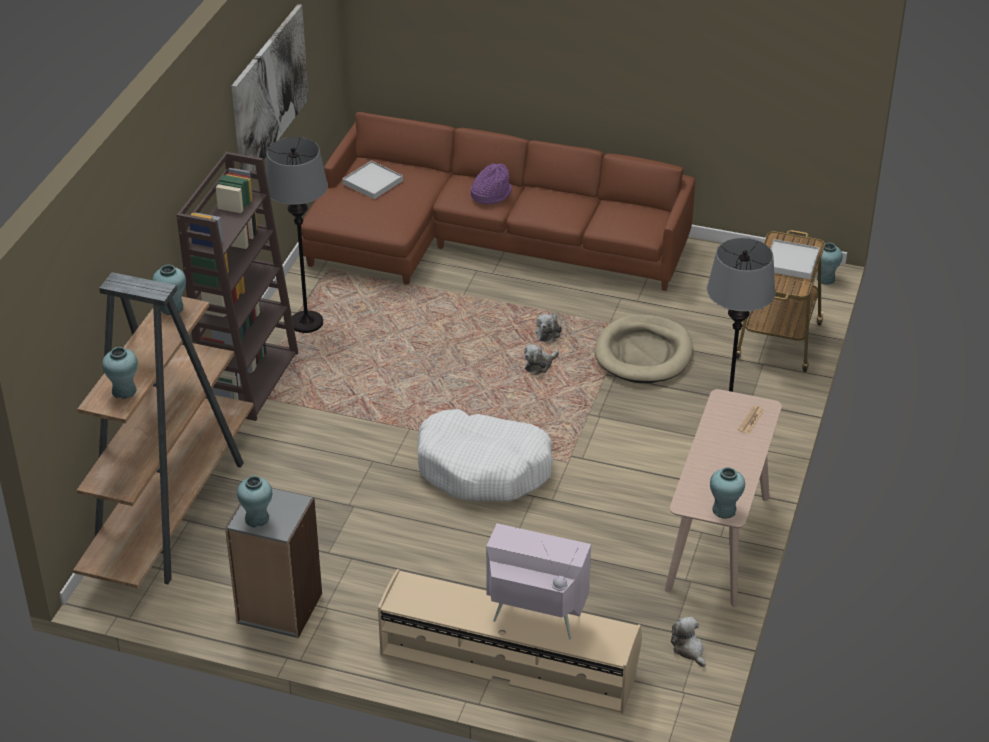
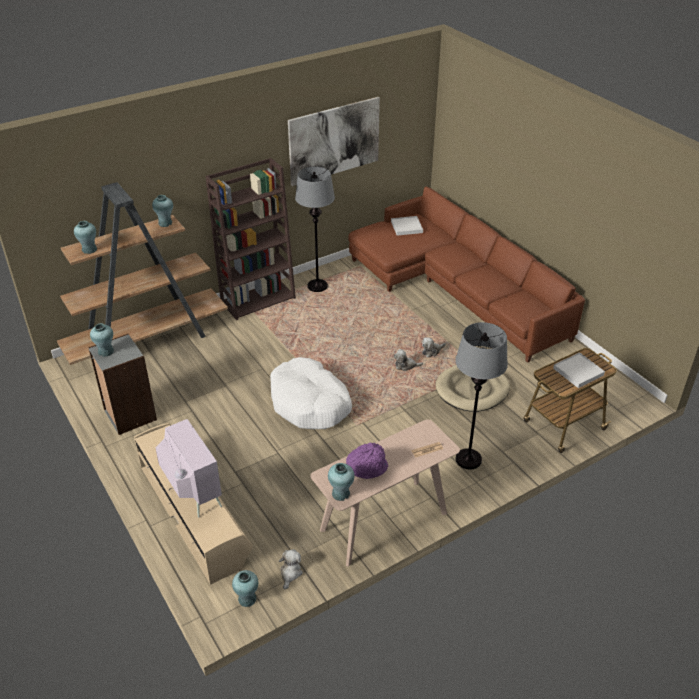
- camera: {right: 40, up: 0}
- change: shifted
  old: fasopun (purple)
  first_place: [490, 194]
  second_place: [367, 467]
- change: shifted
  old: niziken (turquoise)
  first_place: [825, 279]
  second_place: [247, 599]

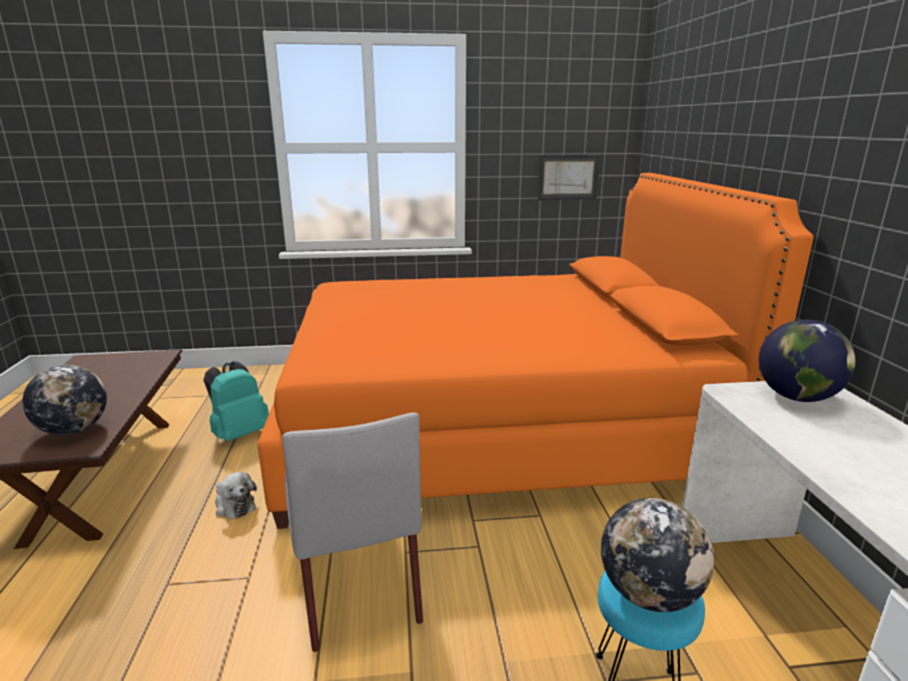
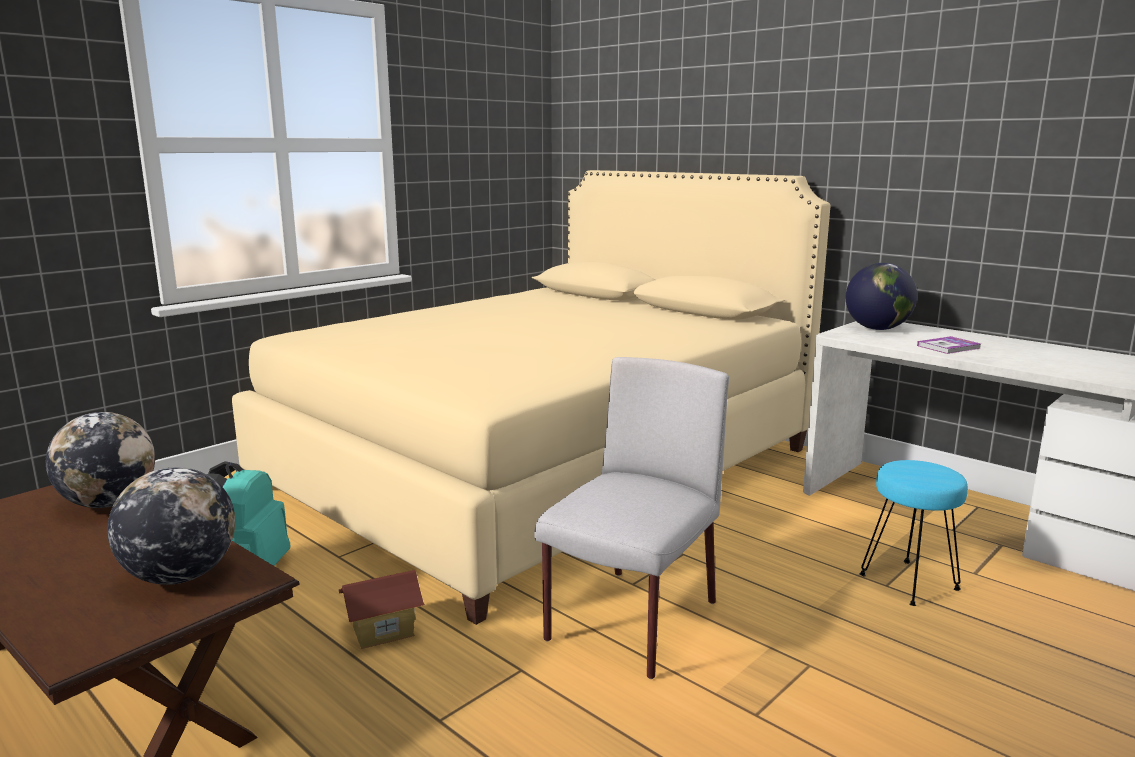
- camera: {right: -40, up: -5}
- change: swapped
  old: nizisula
  new: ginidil
  first_place: [234, 505]
  second_place: [383, 631]
- change: repainted
  old: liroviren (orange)
  new: liroviren (beige)
  first_place: [492, 425]
  second_place: [543, 468]
- change: rotated
  old: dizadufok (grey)
  first_place: [356, 583]
  second_place: [631, 622]
  degrees: -90
- change: gone
  old: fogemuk
  first_place: [568, 177]
- change: shifted
  old: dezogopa
  first_place: [649, 594]
  second_place: [109, 503]
- change: new
  new: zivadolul
  second_place: [948, 347]

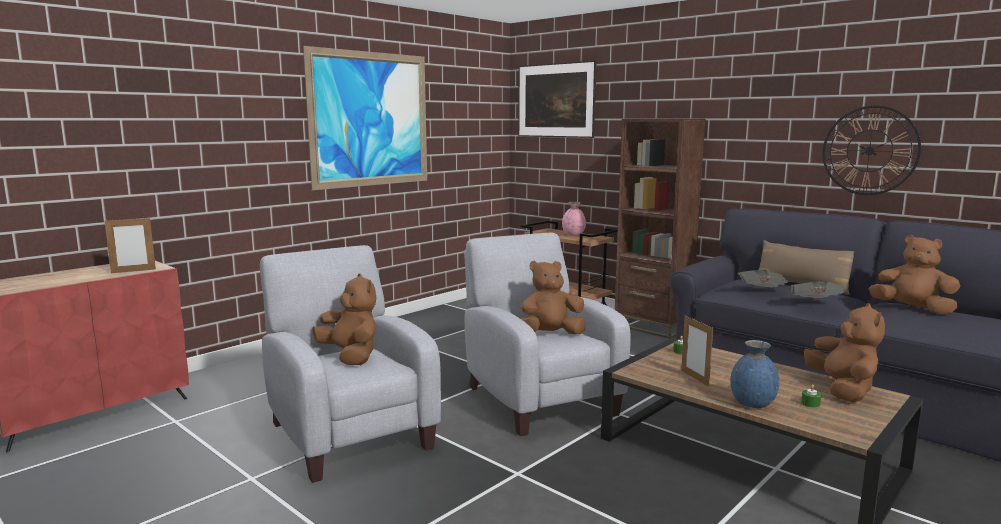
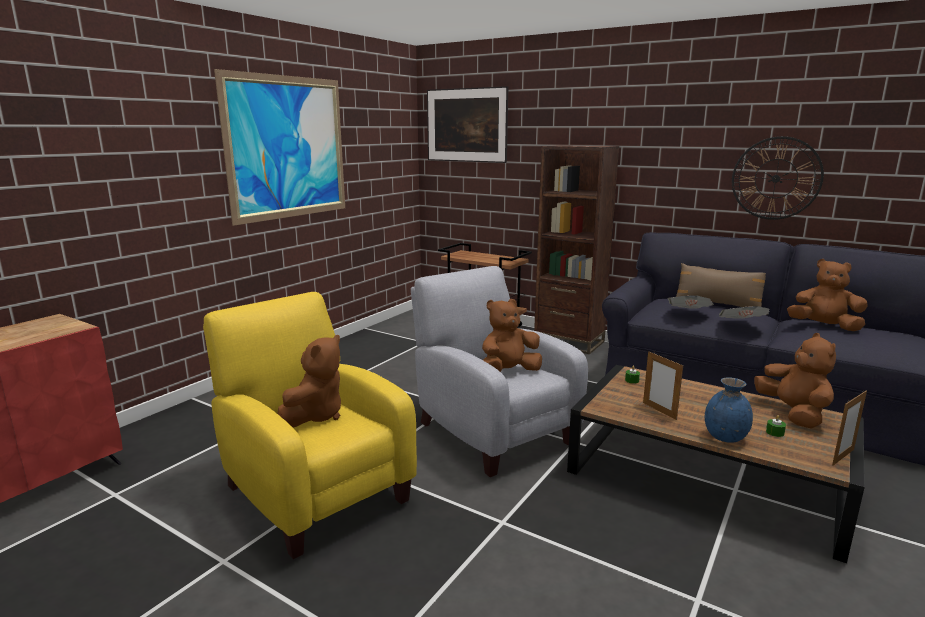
- camera: {right: -10, up: 5}
- change: shifted
  old: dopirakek
  first_place: [133, 271]
  second_place: [843, 457]
- change: repainted
  old: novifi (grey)
  new: novifi (yellow)
  first_place: [348, 432]
  second_place: [313, 490]
- change: rotated
  old: nizisula (brown)
  first_place: [350, 356]
  second_place: [315, 415]
  degrees: 75
- change: gone
  old: niziken (pink)
  first_place: [573, 235]

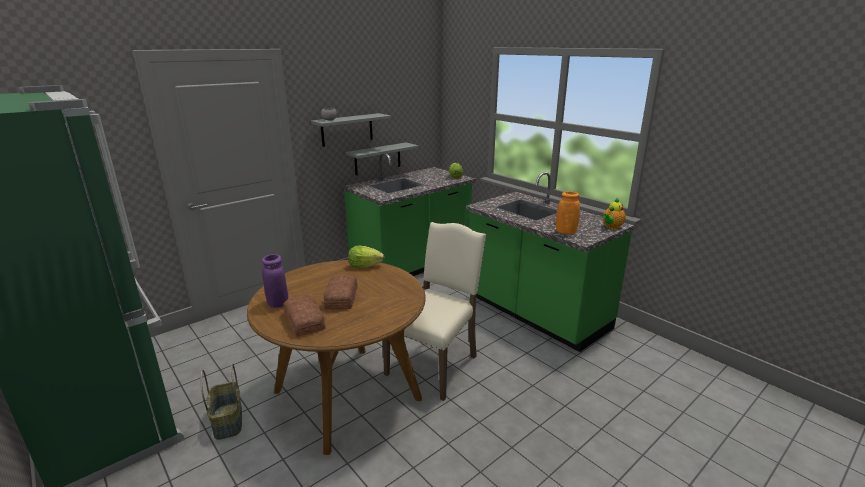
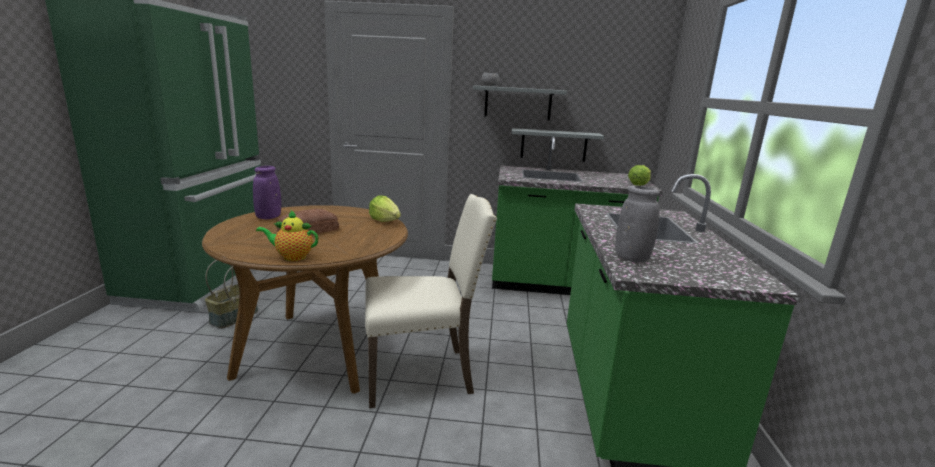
- camera: {right: 45, up: -5}
- change: gone
  old: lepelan
  first_place: [305, 320]
- change: repainted
  old: niziken (orange)
  new: niziken (grey)
  first_place: [565, 232]
  second_place: [631, 258]
- change: shifted
  old: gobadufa
  first_place: [611, 227]
  second_place: [292, 257]

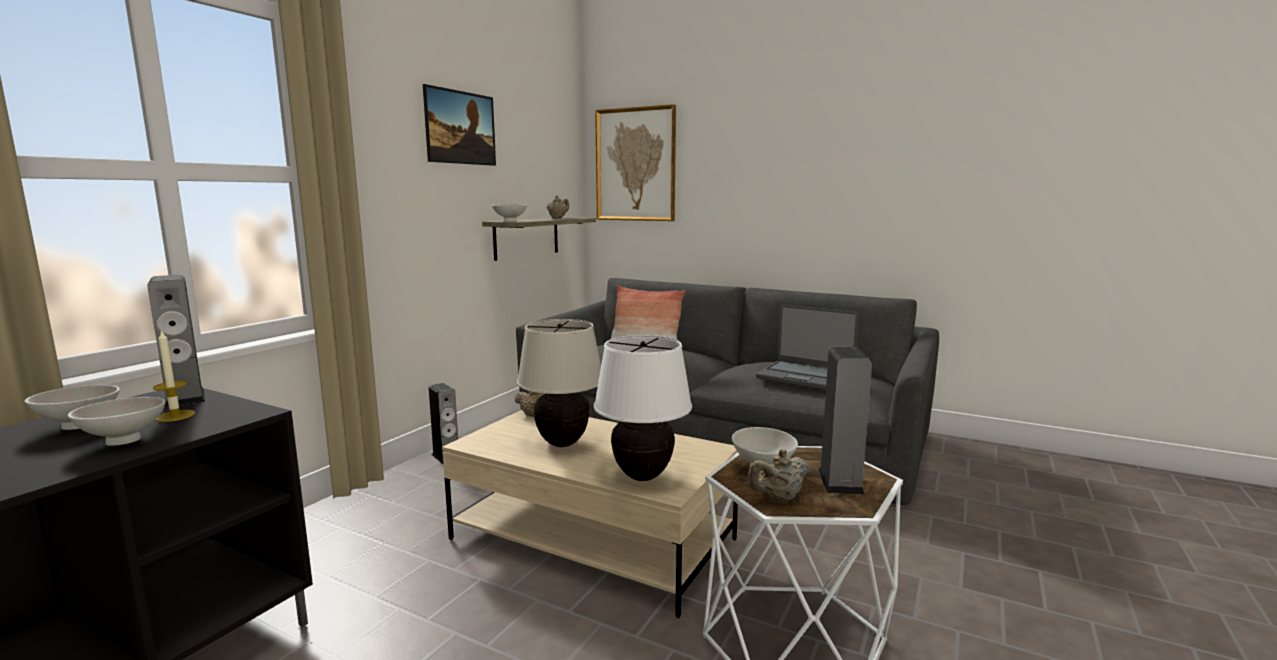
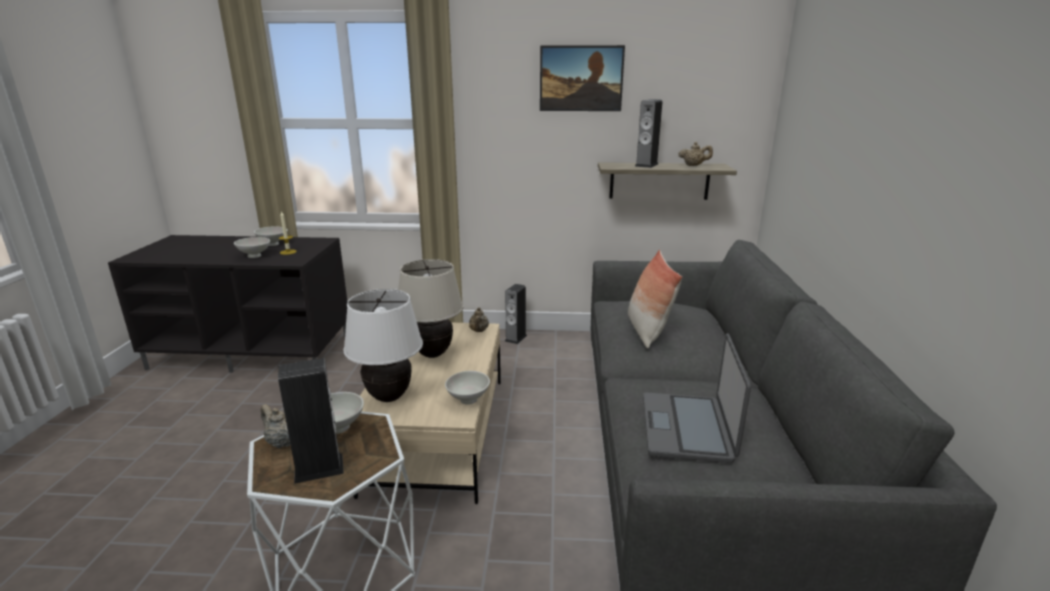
- camera: {right: 65, up: 10}
- change: shifted
  old: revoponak
  first_place: [185, 398]
  second_place: [646, 165]
- change: shifted
  old: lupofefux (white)
  first_place: [511, 221]
  second_place: [468, 400]
- change: gone
  old: fogemuk
  first_place: [635, 165]

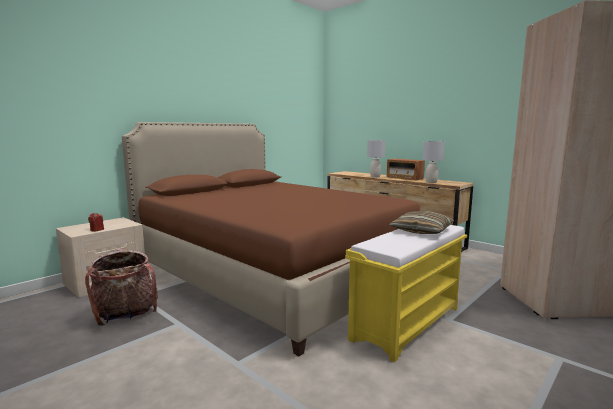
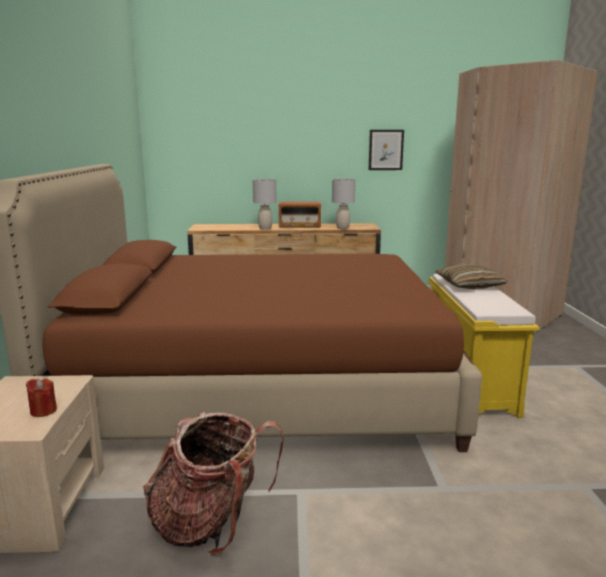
- camera: {right: -45, up: 5}
- change: new
  new: fogemuk
  second_place: [386, 150]

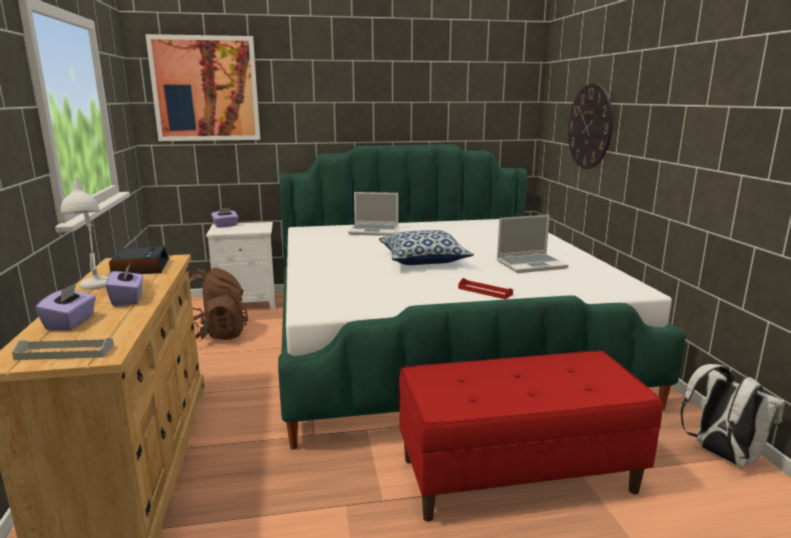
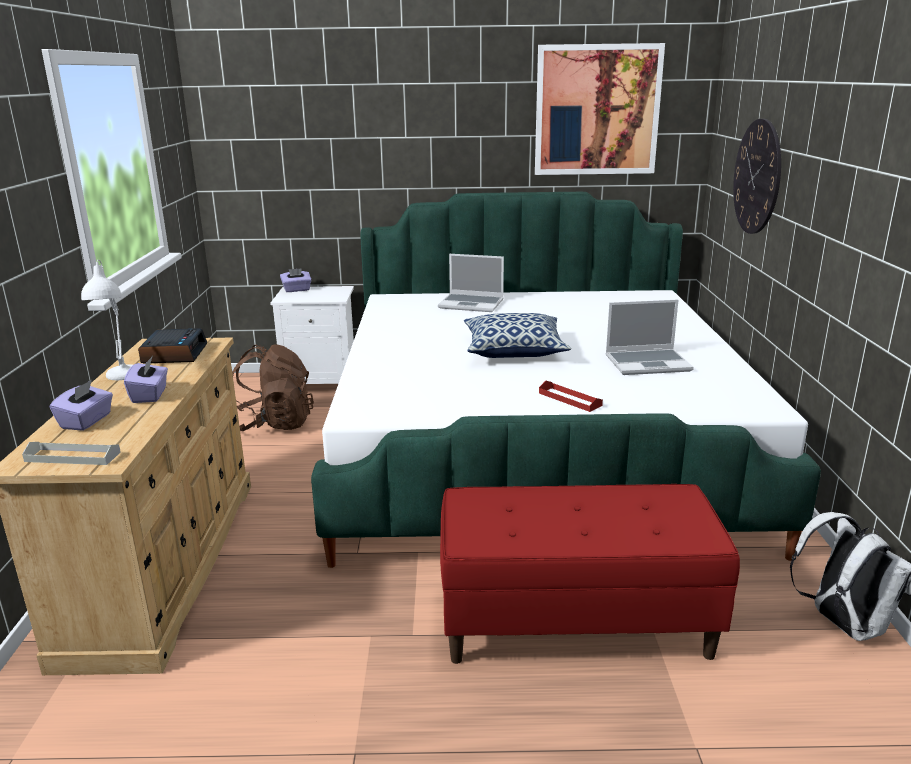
- camera: {right: 10, up: 5}
- change: shifted
  old: fogemuk
  first_place: [205, 89]
  second_place: [597, 110]

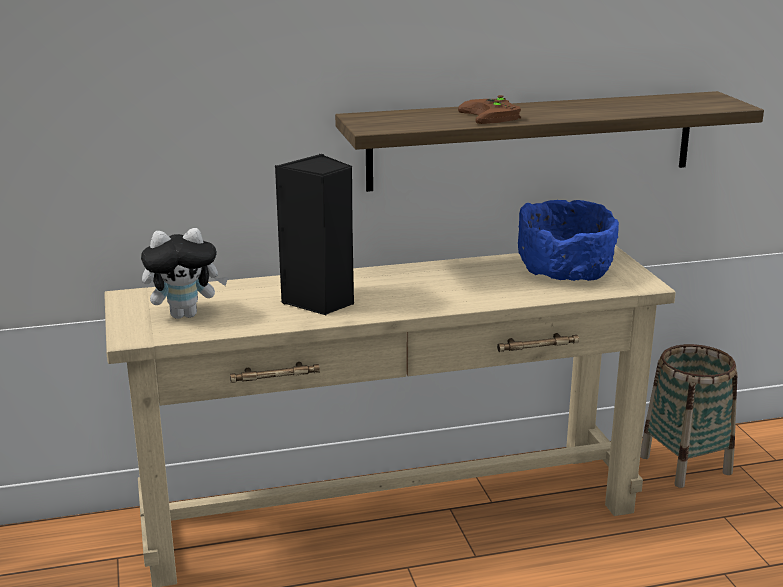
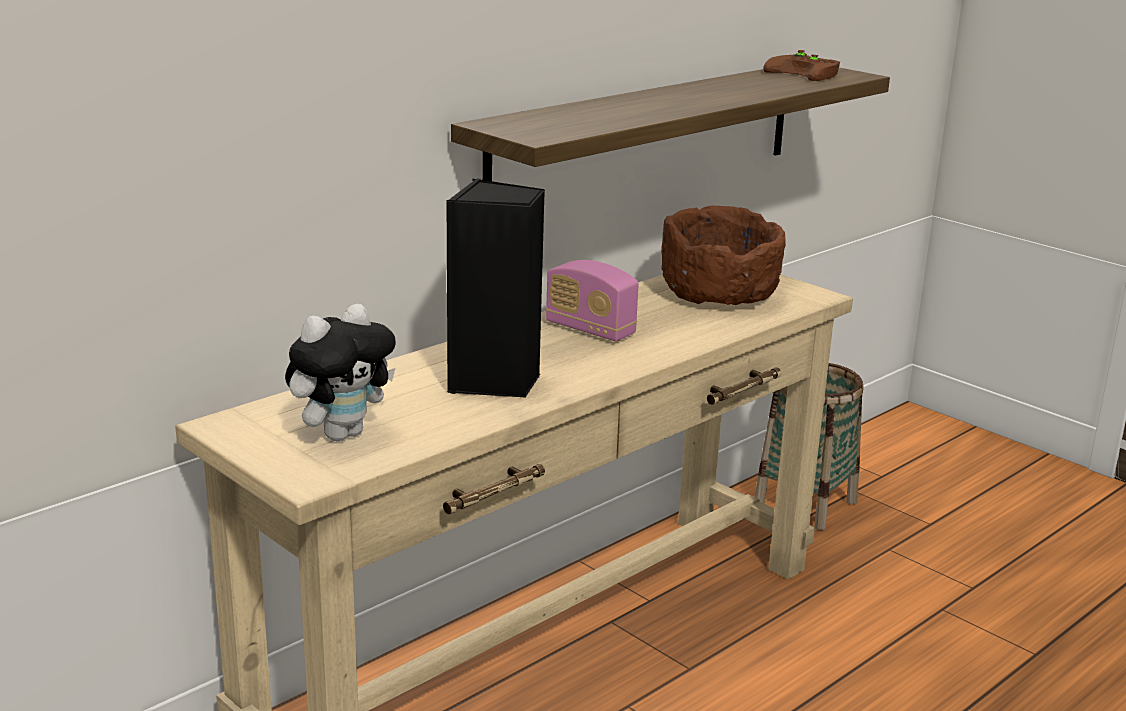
- camera: {right: -30, up: 0}
- change: shifted
  old: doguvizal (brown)
  first_place: [493, 116]
  second_place: [807, 73]
- change: repainted
  old: lupofefux (blue)
  new: lupofefux (brown)
  first_place: [565, 271]
  second_place: [719, 295]
- change: new
  new: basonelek
  second_place: [590, 330]

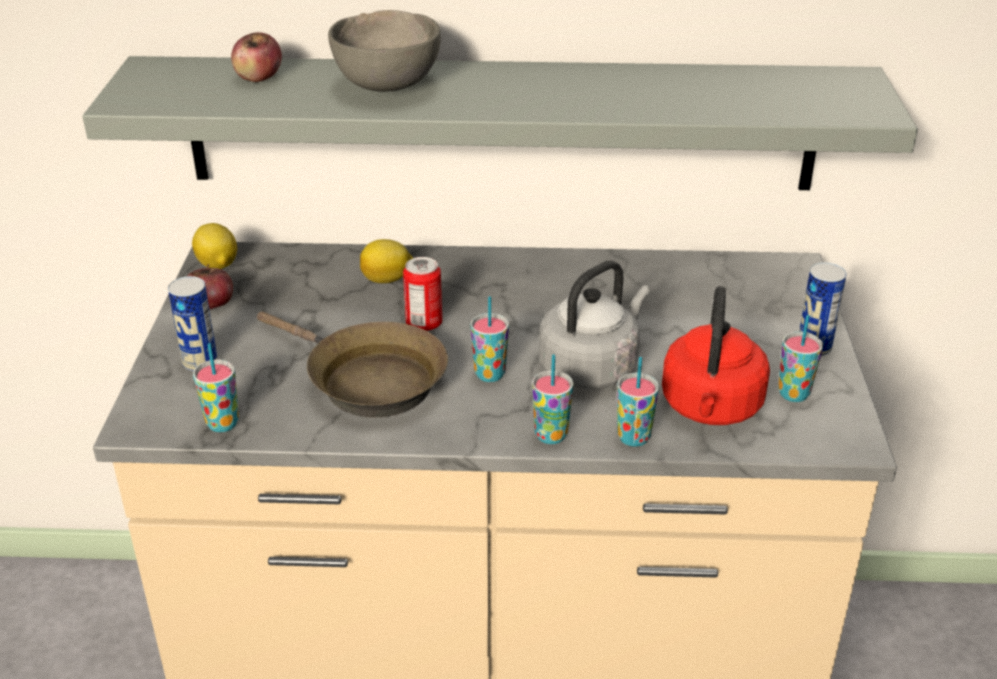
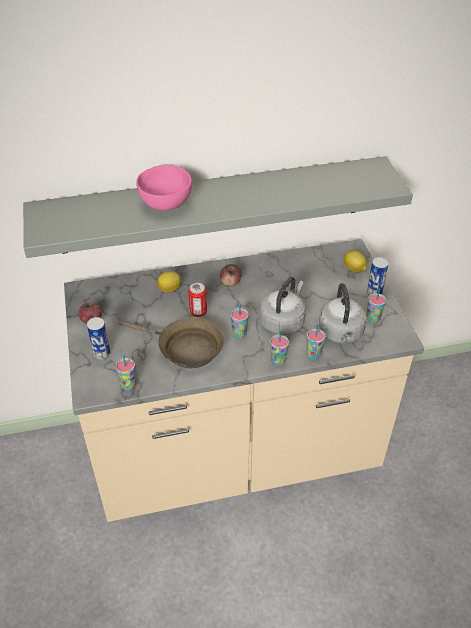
- camera: {right: -15, up: 10}
- change: shifted
  old: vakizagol
  first_place: [217, 265]
  second_place: [354, 269]
- change: shifted
  old: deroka
  first_place: [259, 78]
  second_place: [230, 282]
- change: repainted
  old: lupofefux (grey)
  new: lupofefux (pink)
  first_place: [388, 85]
  second_place: [166, 204]
- change: repainted
  old: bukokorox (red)
  new: bukokorox (grey)
  first_place: [711, 409]
  second_place: [341, 333]

